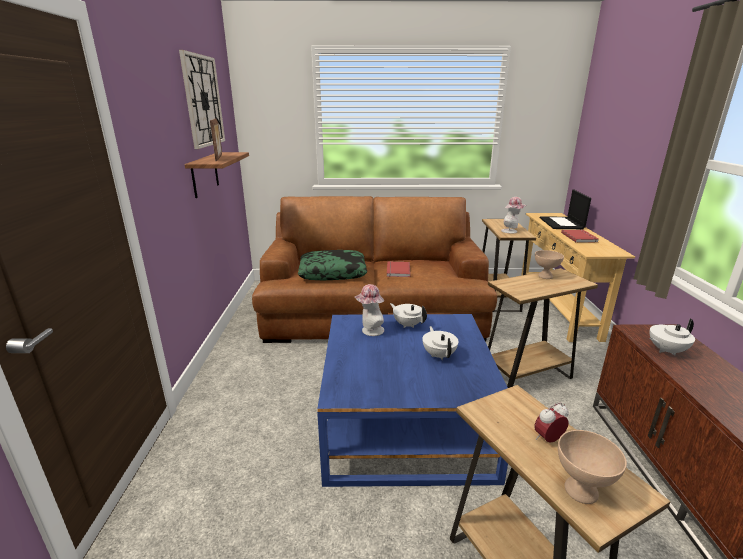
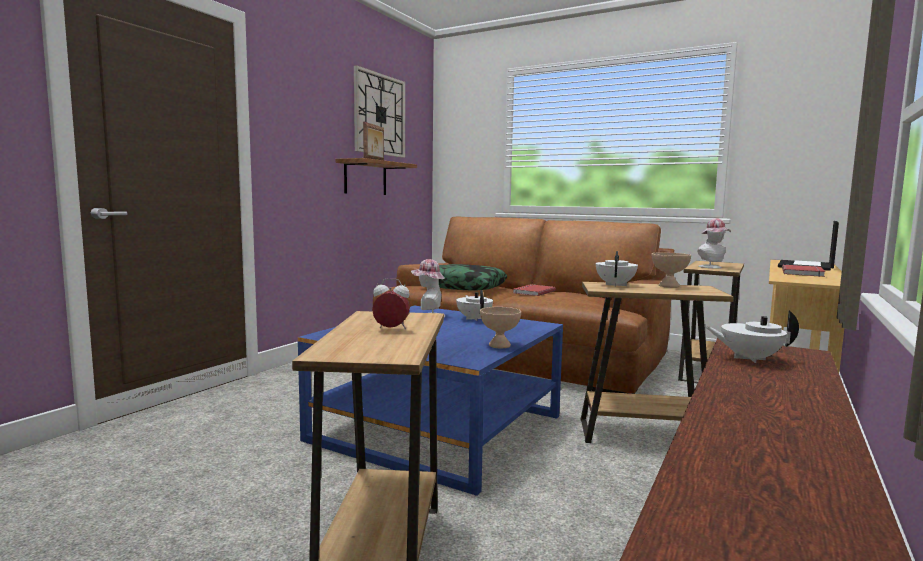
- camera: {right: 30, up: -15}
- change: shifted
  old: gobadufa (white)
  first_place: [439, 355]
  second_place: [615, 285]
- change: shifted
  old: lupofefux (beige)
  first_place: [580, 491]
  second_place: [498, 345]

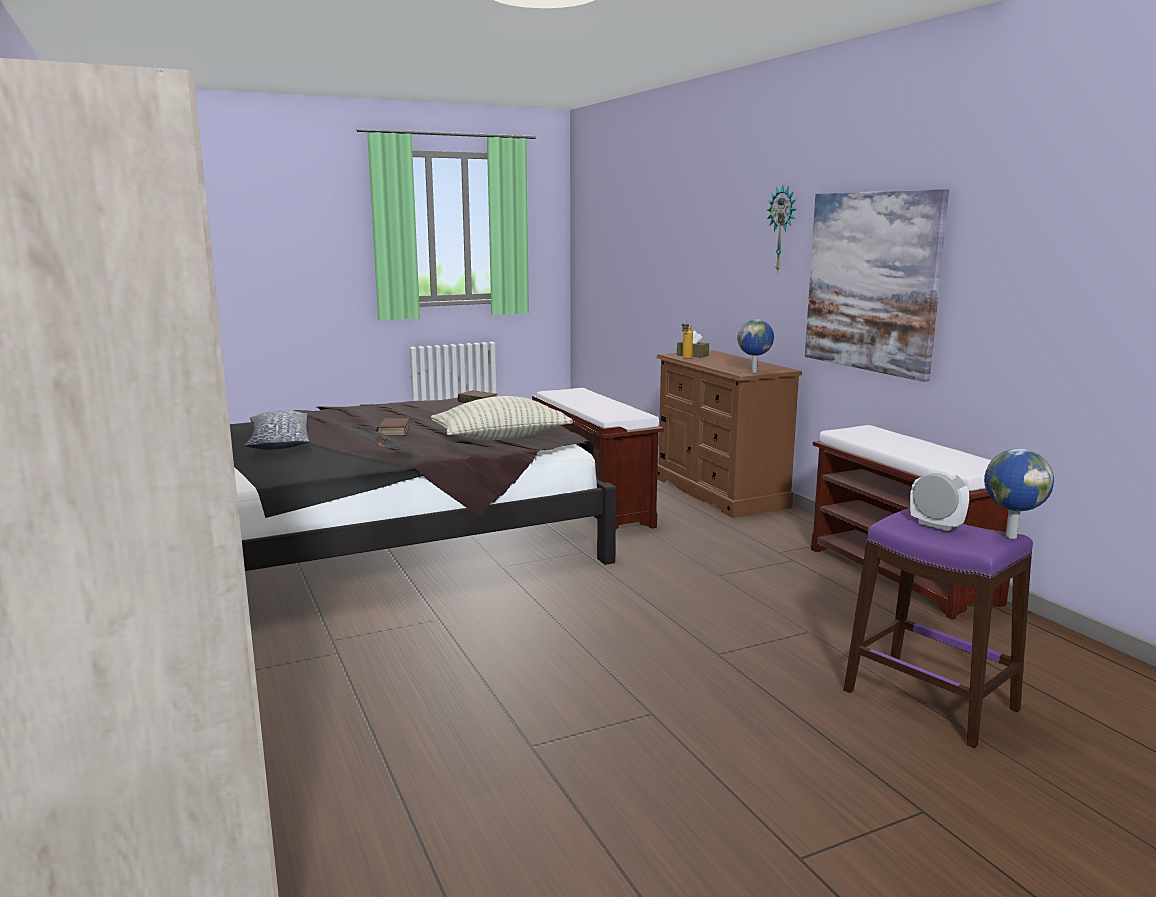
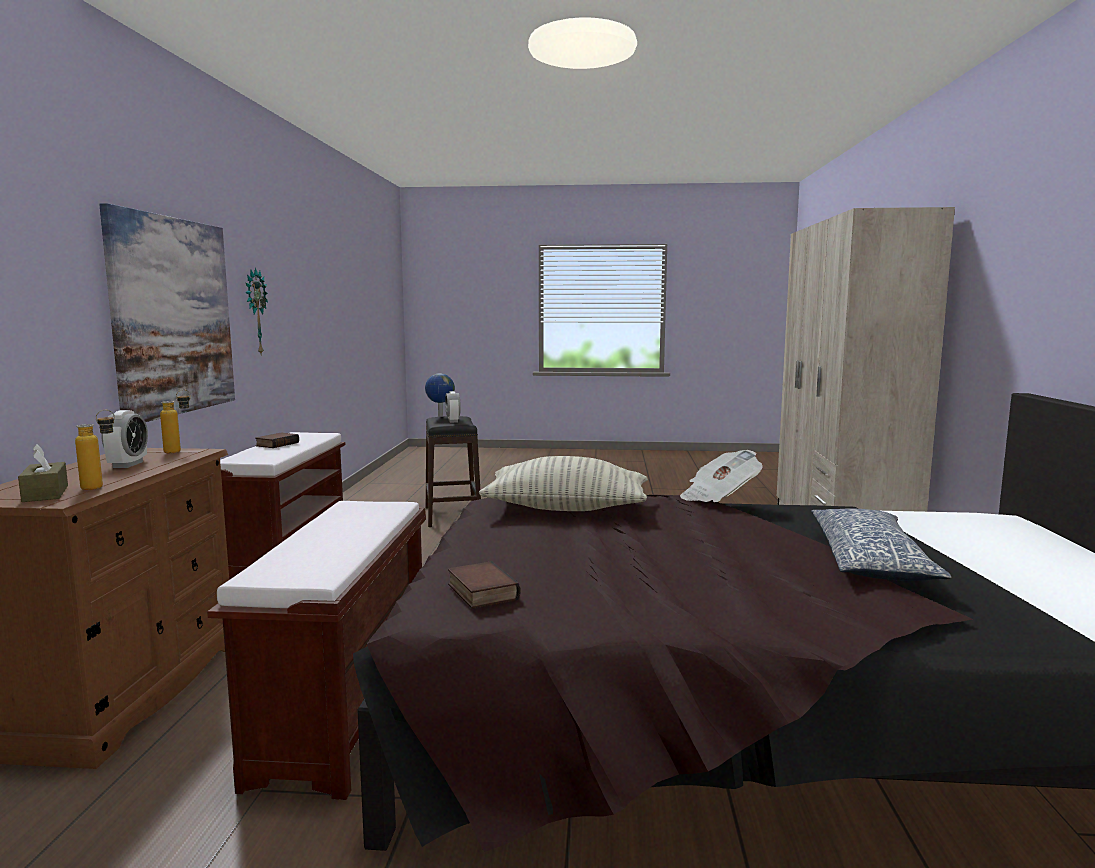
- camera: {right: -150, up: -5}
- change: shifted
  old: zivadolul
  first_place: [395, 431]
  second_place: [277, 444]
- change: swapped
  old: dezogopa
  new: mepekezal
  first_place: [754, 372]
  second_place: [179, 451]
- change: shifted
  old: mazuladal
  first_place: [783, 229]
  second_place: [254, 312]
- change: repainted
  old: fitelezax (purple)
  new: fitelezax (black)
  first_place: [930, 701]
  second_place: [453, 515]
- change: new
  new: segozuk
  second_place: [128, 464]

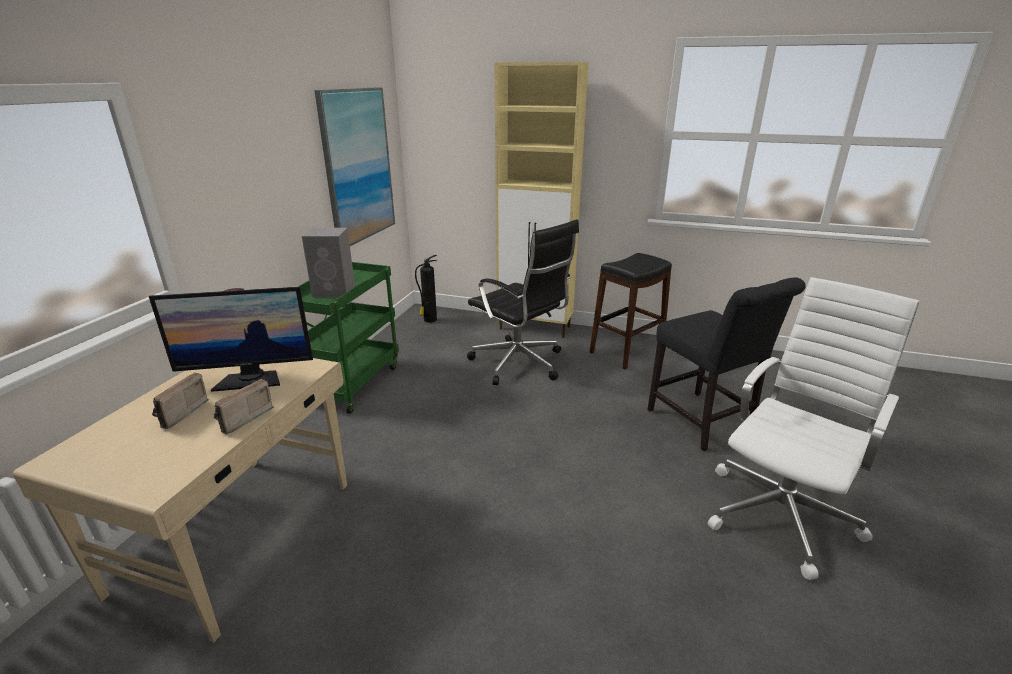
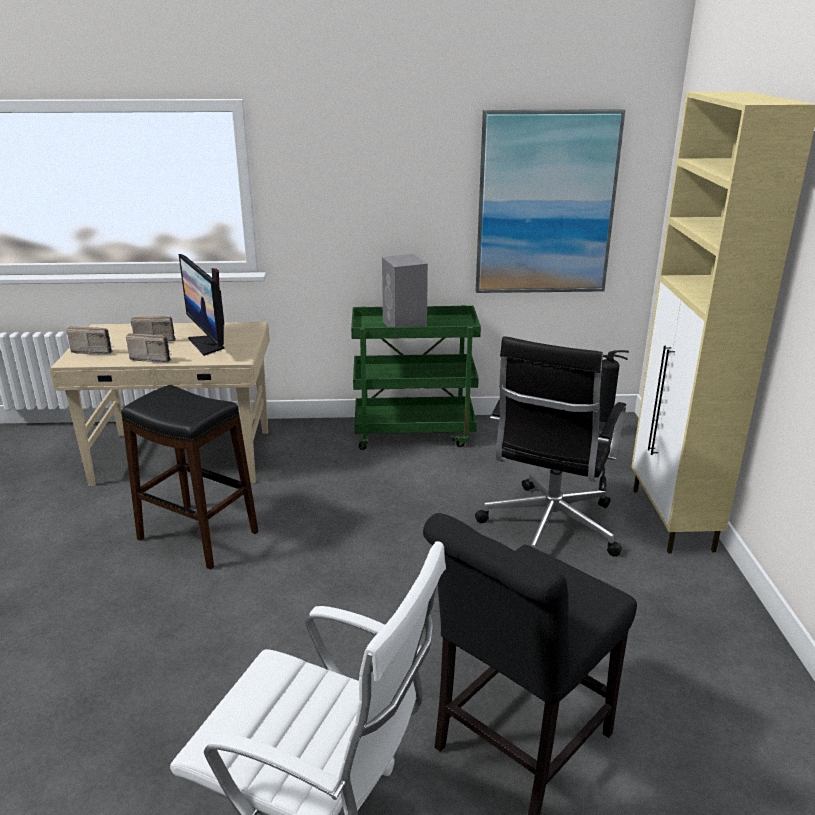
- camera: {right: 70, up: 0}
- change: shifted
  old: fitelezax (black)
  first_place: [626, 351]
  second_place: [197, 535]
- change: new
  new: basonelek
  second_place: [93, 350]

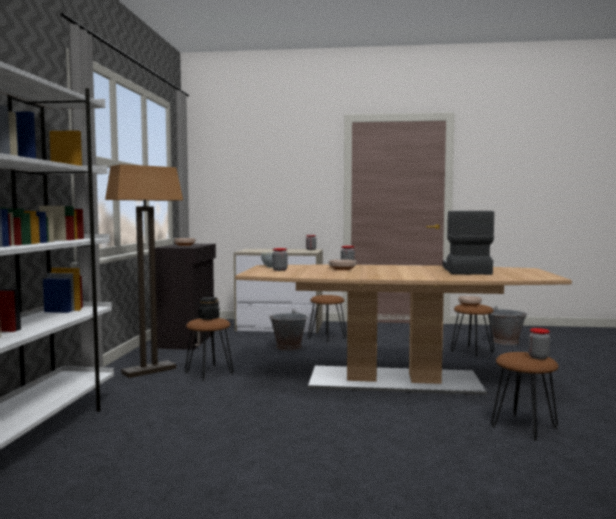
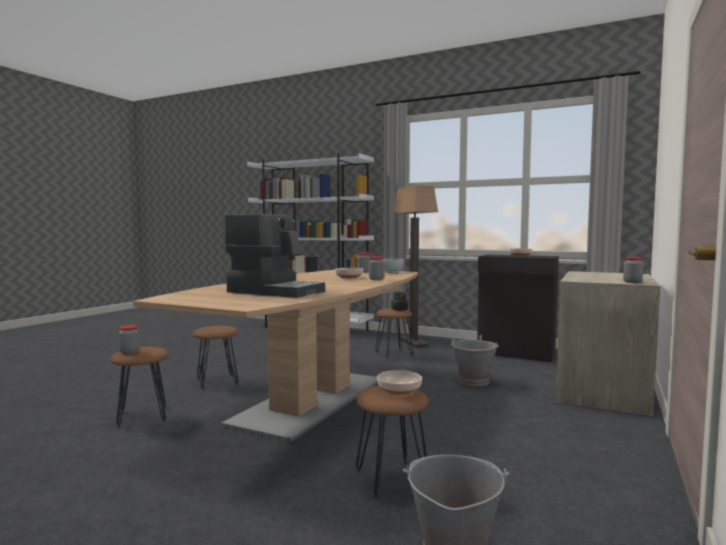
- camera: {right: 110, up: 0}
- change: shifted
  old: fitelezax (brown)
  first_place: [327, 338]
  second_place: [217, 381]

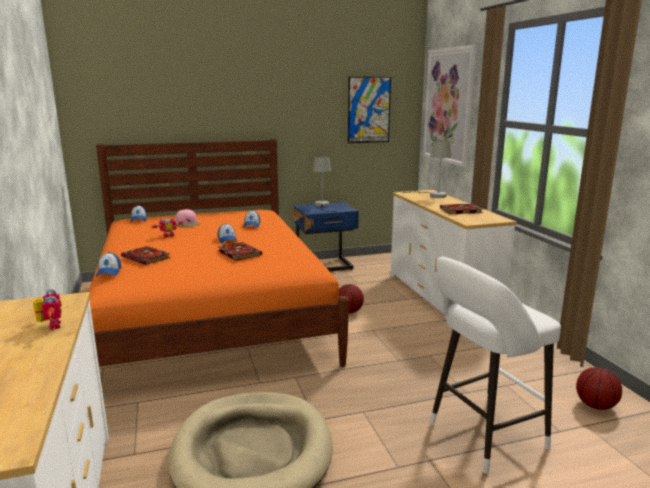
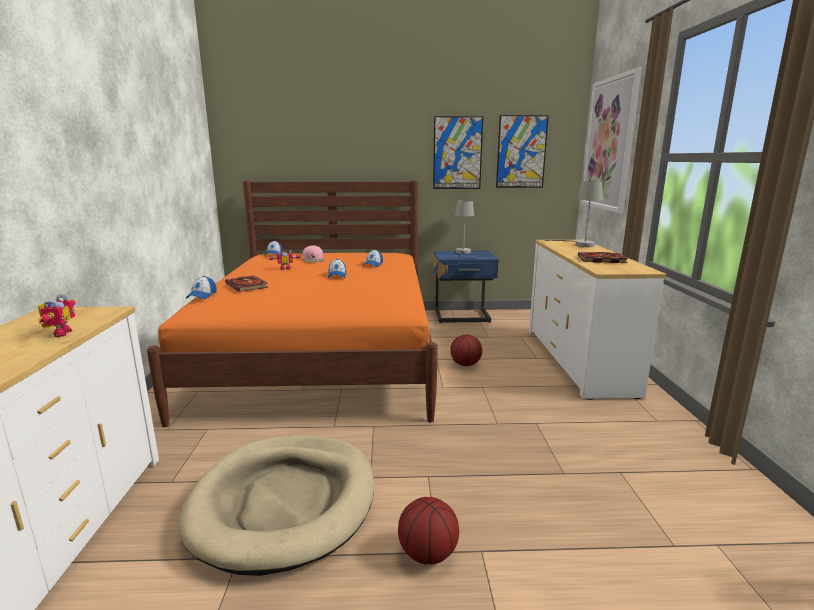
- camera: {right: 15, up: 0}
- change: gone
  old: zivadolul
  first_place: [238, 253]
- change: gone
  old: fitelezax (white)
  first_place: [482, 437]
- change: shifted
  old: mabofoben
  first_place: [595, 405]
  second_place: [428, 553]
- change: new
  new: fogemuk
  second_place: [457, 153]

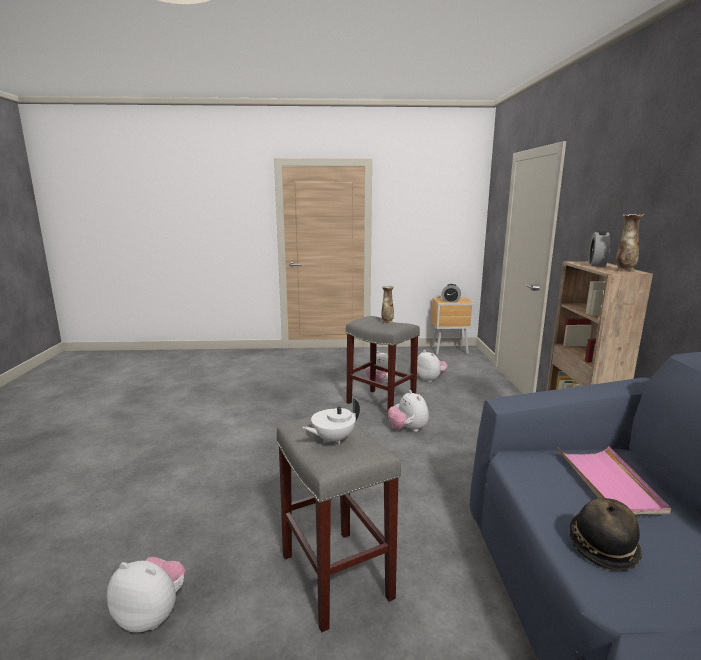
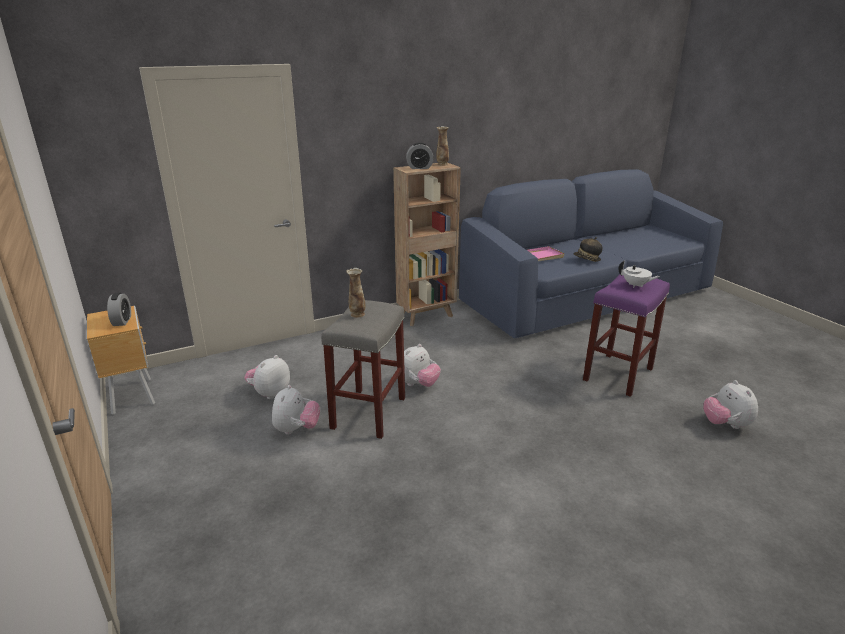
- camera: {right: -115, up: 10}
- change: repainted
  old: fitelezax (grey)
  new: fitelezax (purple)
  first_place: [334, 575]
  second_place: [618, 375]

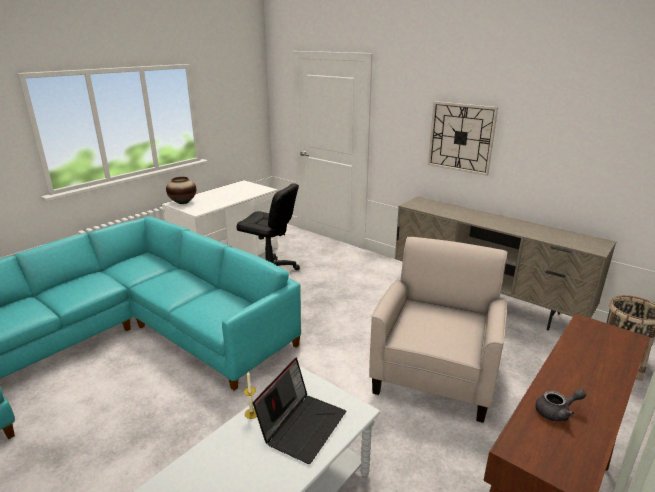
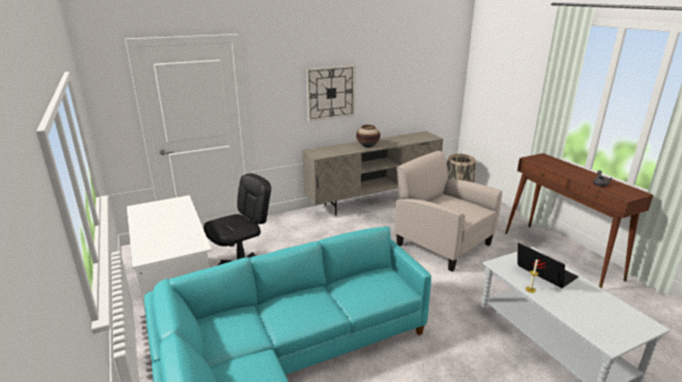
- camera: {right: -65, up: 0}
- change: shifted
  old: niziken
  first_place: [183, 202]
  second_place: [368, 146]

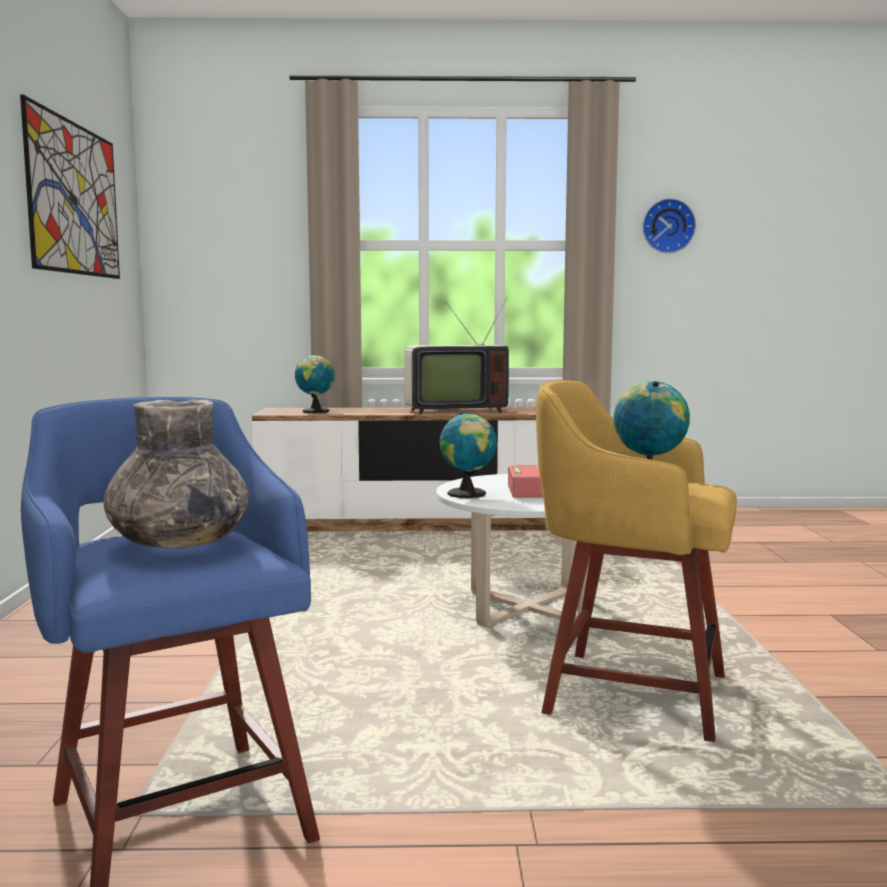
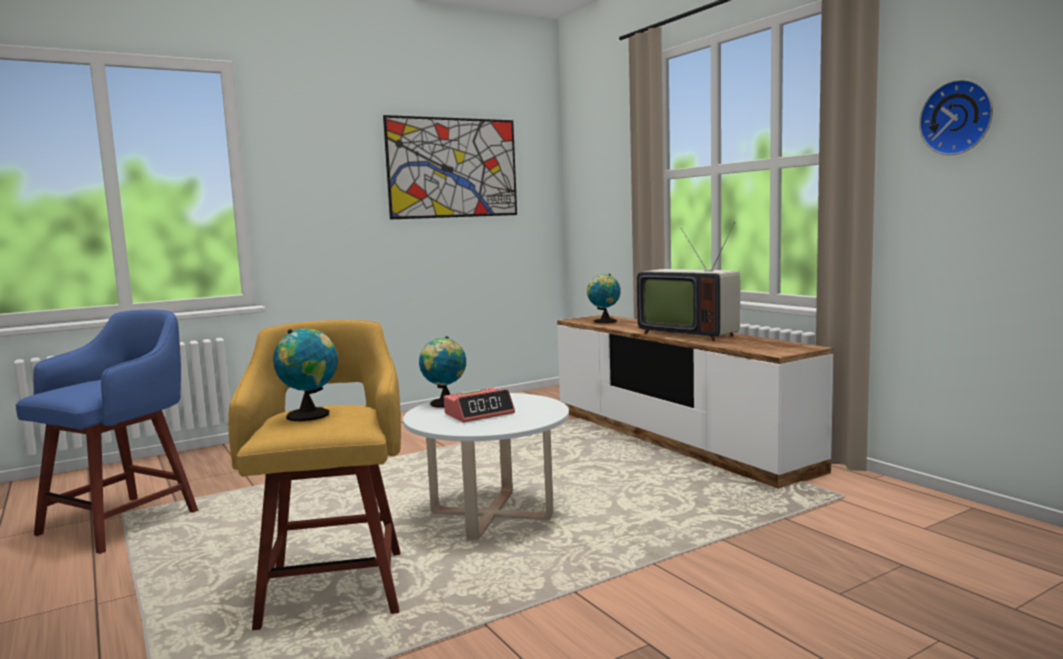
- camera: {right: 60, up: 0}
- change: gone
  old: niziken (grey)
  first_place: [178, 543]

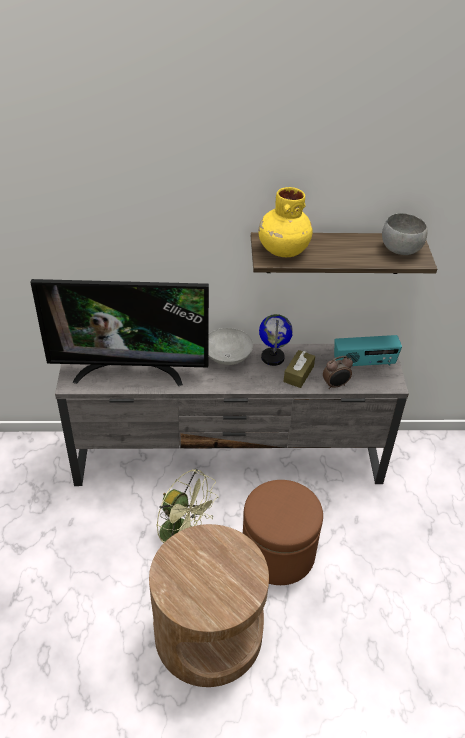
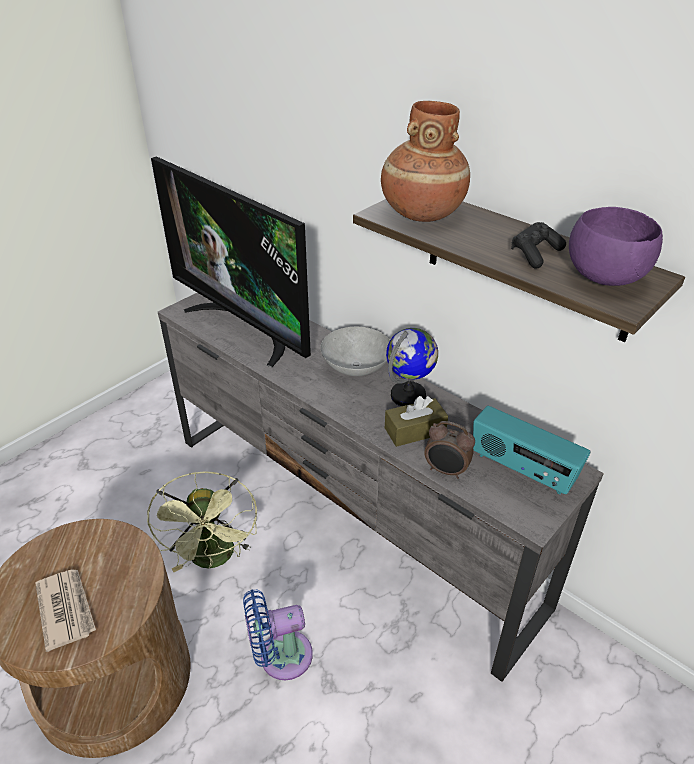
- camera: {right: 45, up: -5}
- change: swapped
  old: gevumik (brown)
  new: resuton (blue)
  first_place: [278, 553]
  second_place: [280, 656]
- change: repainted
  old: niziken (yellow)
  new: niziken (brown)
  first_place: [283, 250]
  second_place: [421, 213]
- change: repainted
  old: lupofefux (grey)
  new: lupofefux (purple)
  first_place: [400, 249]
  second_place: [604, 277]
- change: new
  new: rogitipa
  second_place: [66, 609]
- change: new
  new: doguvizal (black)
  second_place: [535, 254]

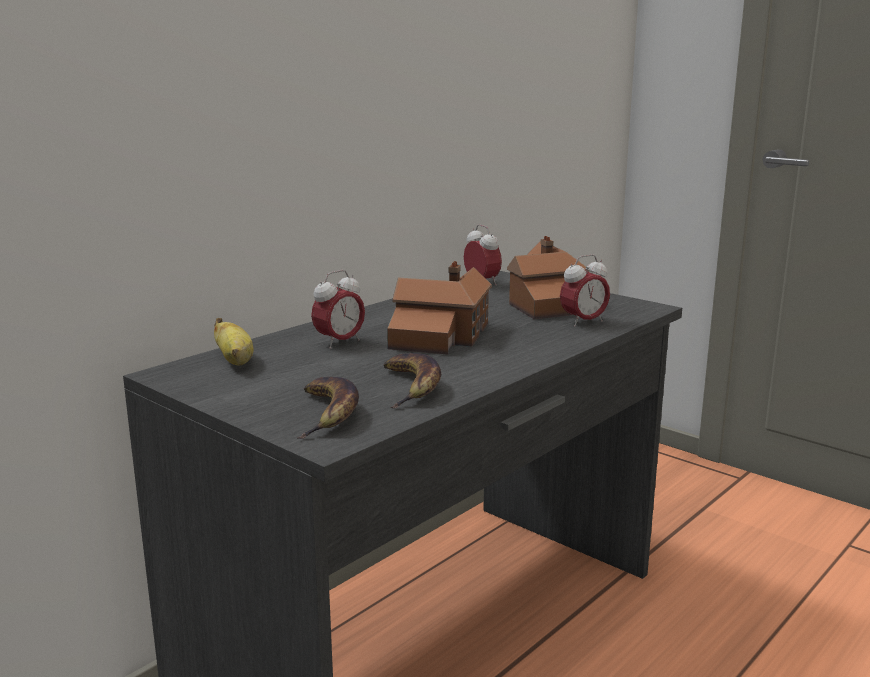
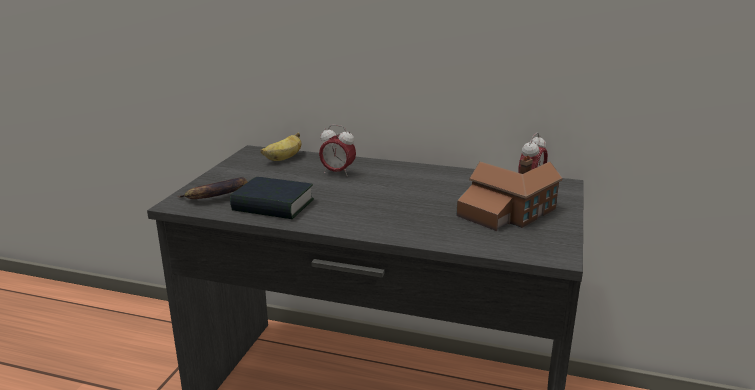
- camera: {right: 65, up: 5}
- change: swapped
  old: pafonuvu
  new: zivadolul
  first_place: [411, 387]
  second_place: [273, 206]
- change: gone
  old: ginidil
  first_place: [441, 336]
- change: gone
  old: segozuk
  first_place: [583, 322]

